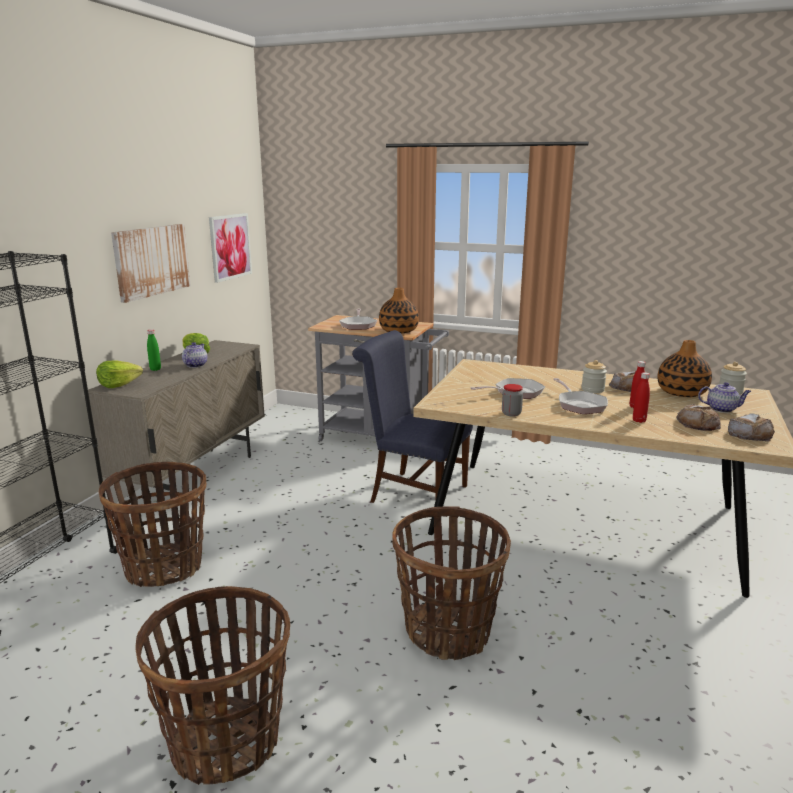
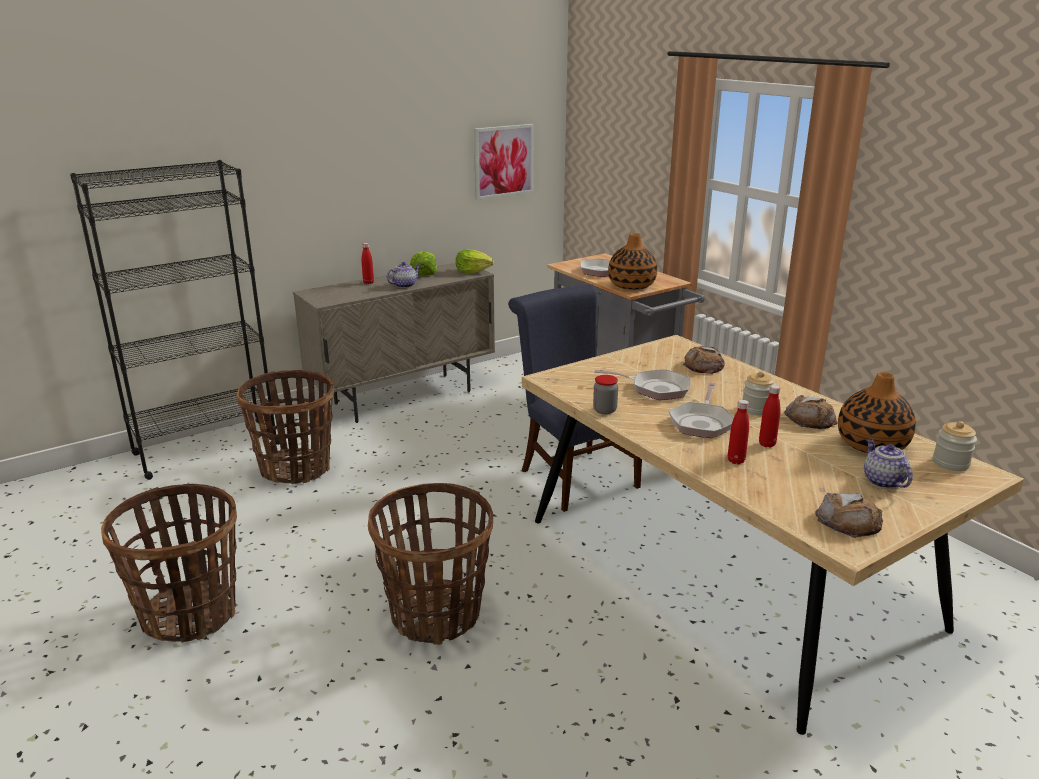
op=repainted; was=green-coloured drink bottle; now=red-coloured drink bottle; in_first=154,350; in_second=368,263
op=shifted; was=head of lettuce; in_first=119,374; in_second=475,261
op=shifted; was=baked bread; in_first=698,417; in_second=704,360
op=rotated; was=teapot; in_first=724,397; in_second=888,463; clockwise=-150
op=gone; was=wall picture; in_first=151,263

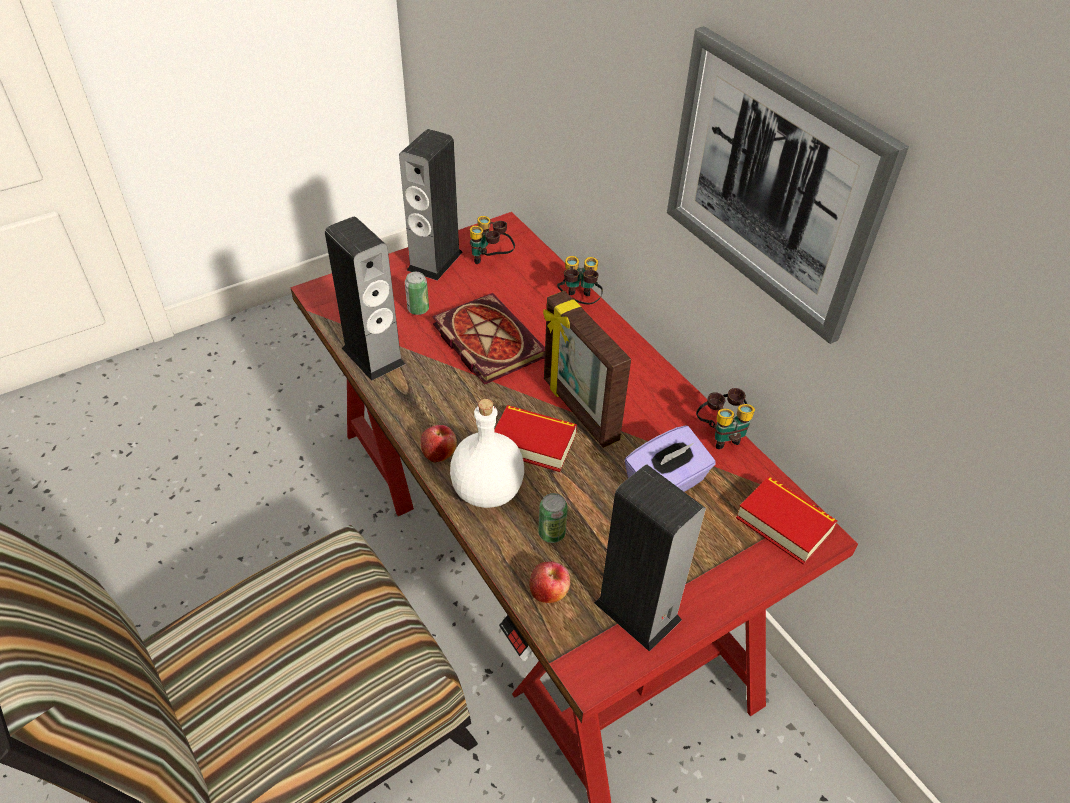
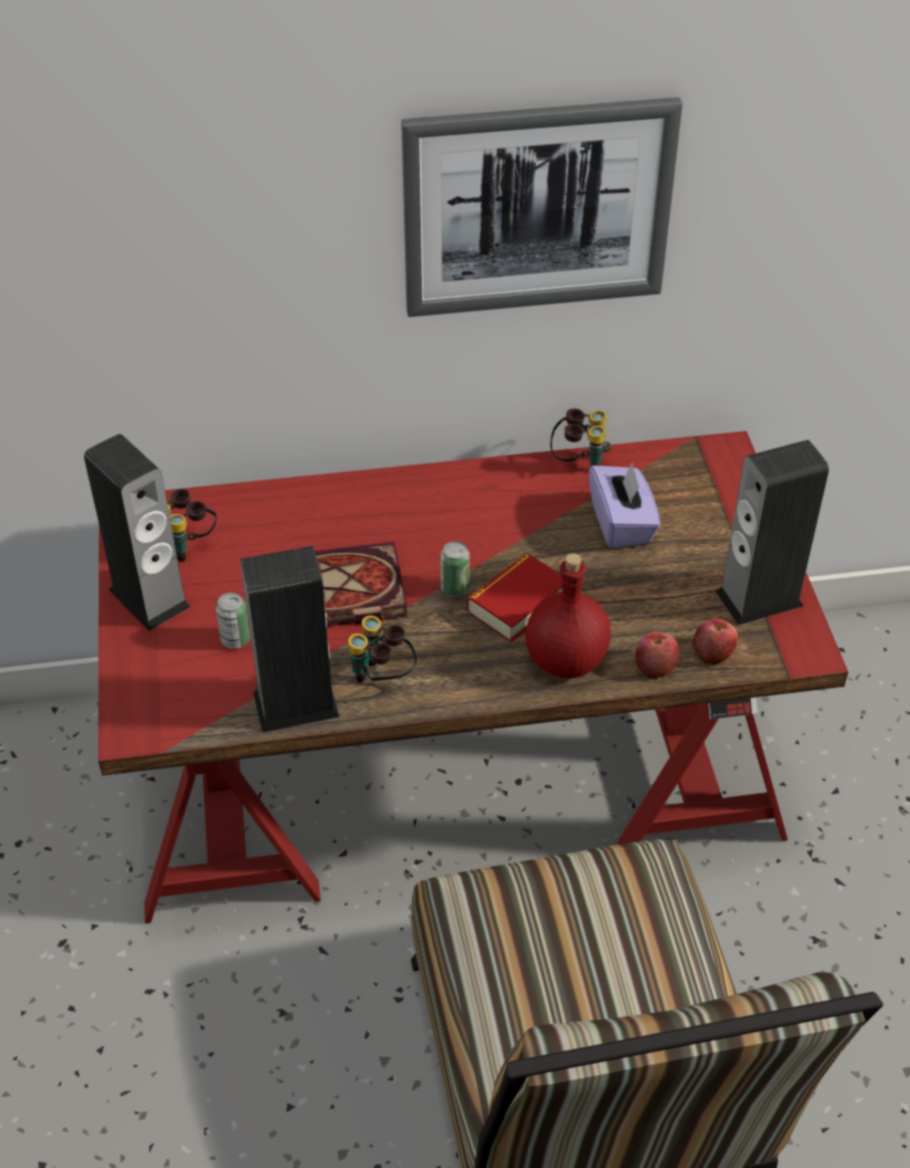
op=shifted; was=field glasses; in_first=580,280; in_second=382,649
op=shifted; was=can; in_first=553,518; in_second=455,568
op=repainted; was=whitish drink bottle; now=red-coloured drink bottle; in_first=487,453; in_second=568,615
op=shifted; was=whole apple; in_first=439,443; in_second=657,655
op=gone; was=photo frame; in_first=587,369
op=gone; was=volume; in_first=786,520

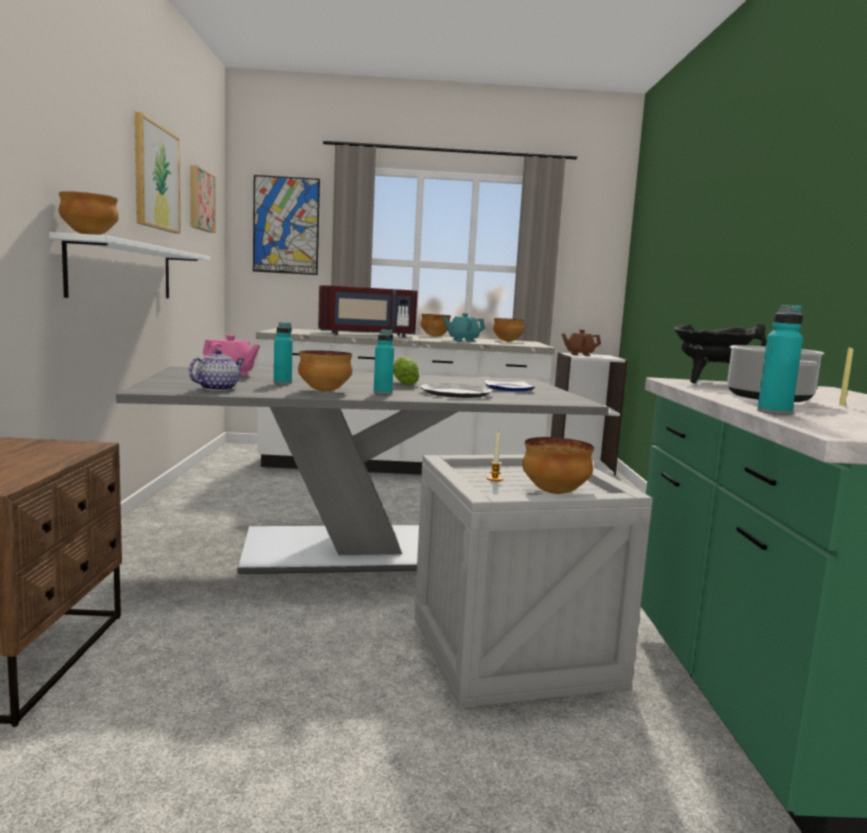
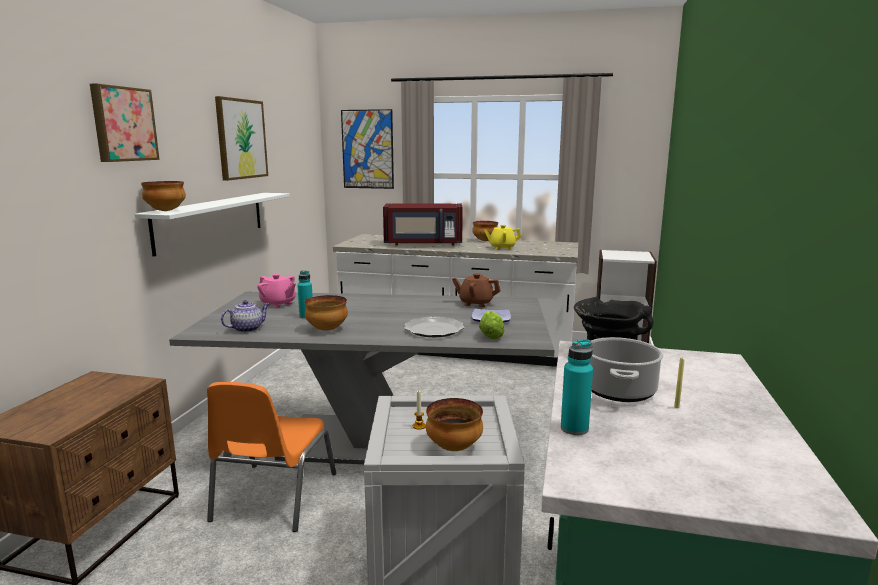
op=shifted; was=wall picture; in_first=203,199; in_second=125,122
op=new; now=orange chair; in_second=271,457
op=shifted; was=brownish teapot; in_first=581,343; in_second=476,290
op=shifted; was=head of lettuce; in_first=406,371; in_second=491,325
op=repainted; was=blue-green teapot; now=yellowish teapot; in_first=464,327; in_second=502,237
op=gone; was=blue-green drink bottle; in_first=384,361
op=gone; was=bowl; in_first=509,330

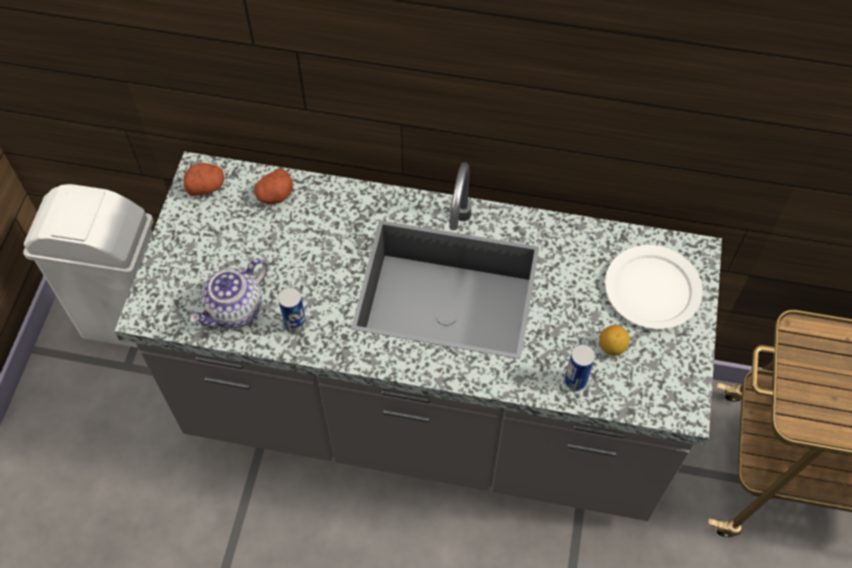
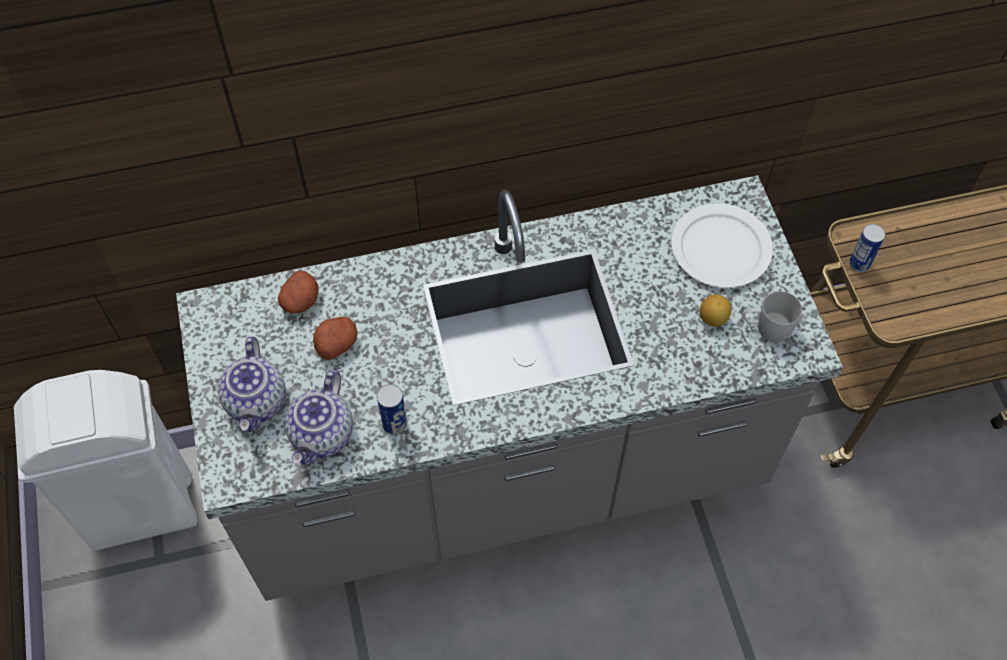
op=new; now=teapot; in_second=252,384
op=shifted; was=whole potato; in_first=204,179; in_second=335,338
op=new; now=whitish coffee mug; in_second=772,316
op=shifted; was=can; in_first=580,367; in_second=867,248

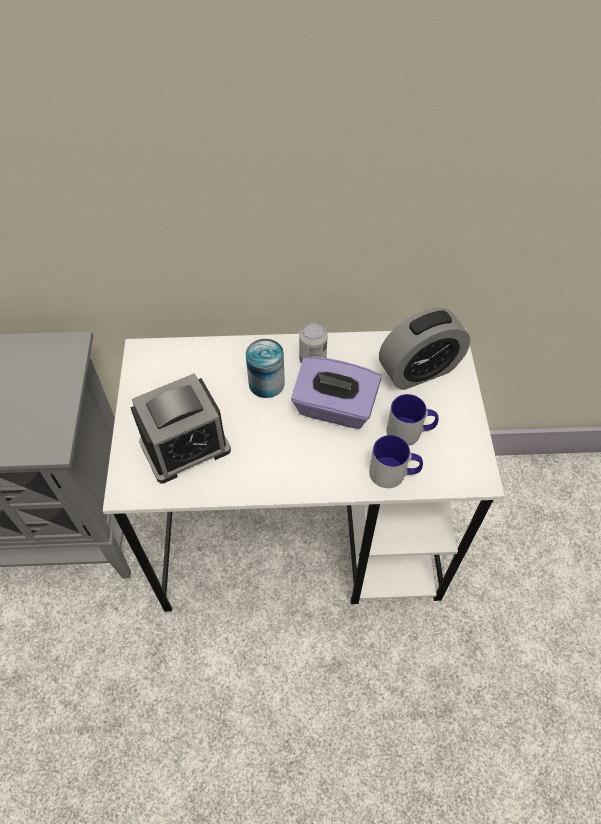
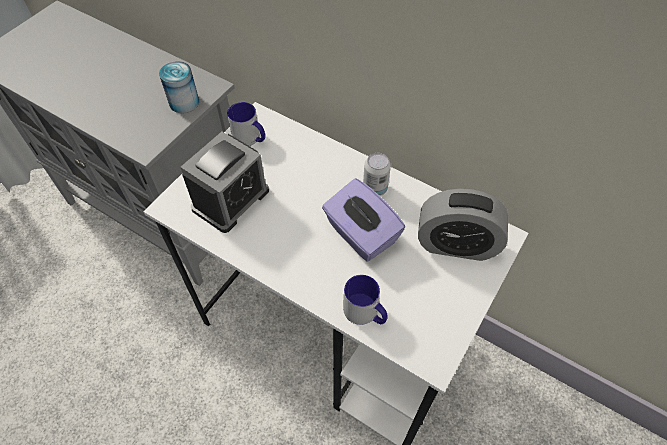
op=shifted; was=can; in_first=265,368; in_second=179,87
op=rotated; was=table clock; in_first=180,428; in_second=224,182; clockwise=-60
op=shifted; was=coffee mug; in_first=412,420; in_second=246,124

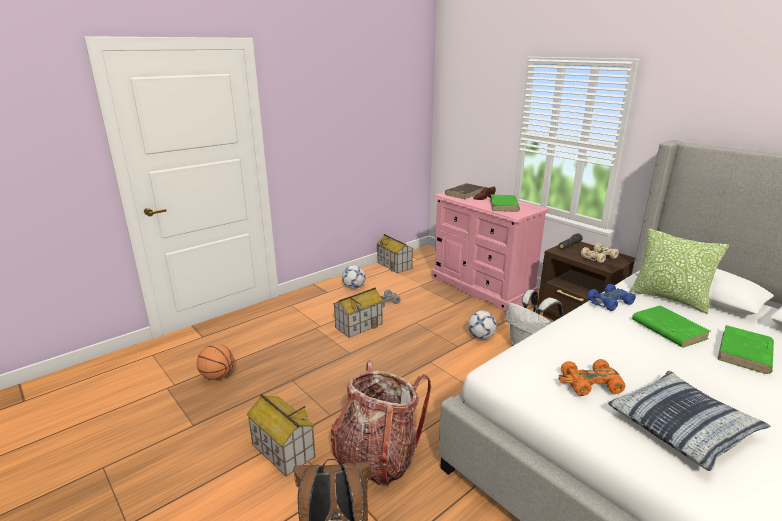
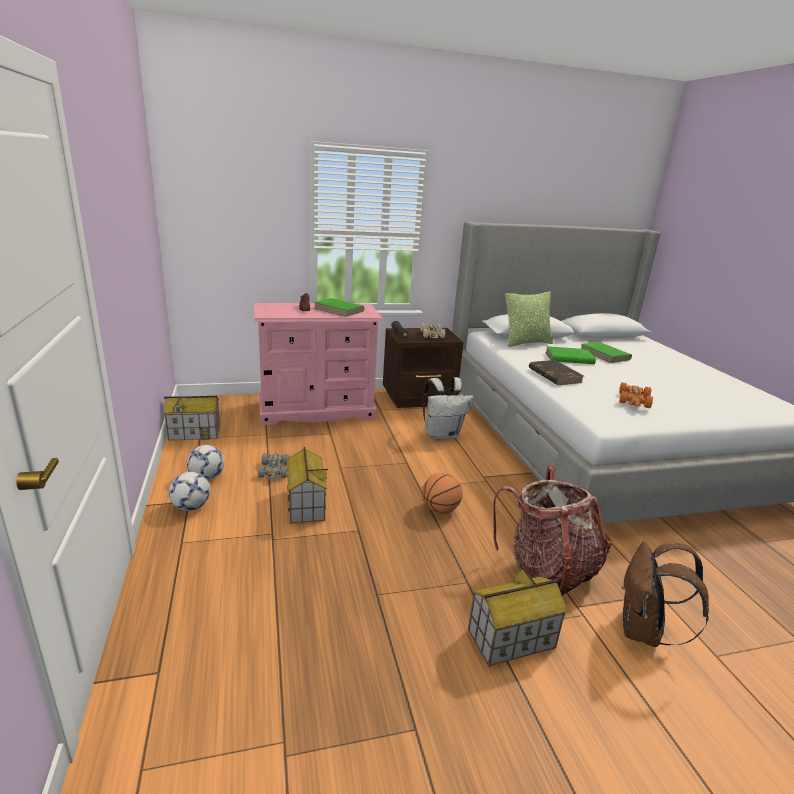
op=shifted; was=ball for football; in_first=482,324; in_second=189,491
op=shifted; was=basketball ball; in_first=215,362; in_second=442,493
op=shifted; was=brownish volume; in_first=464,191; in_second=556,372
op=gone; was=bluish model car; in_first=611,297
op=gone; was=throw pillow; in_first=689,421

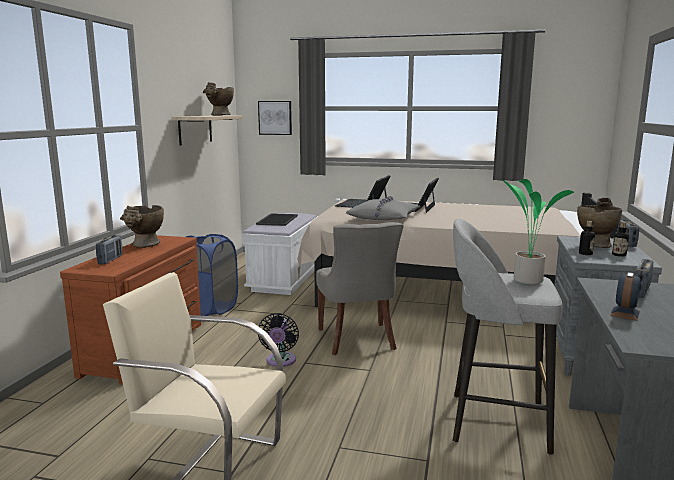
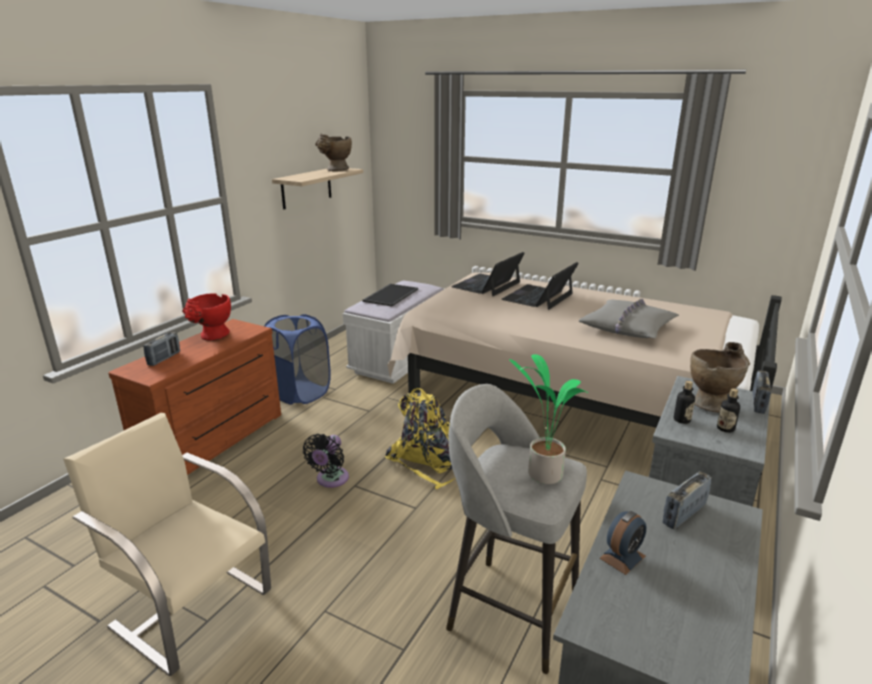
op=repainted; was=sand-coloured flower vase; now=red-coloured flower vase; in_first=142,226; in_second=206,317
op=swapped; was=greyish chair; now=yellowish rucksack; in_first=360,288; in_second=420,438
op=shifted; was=greyish throw pillow; in_first=383,208; in_second=629,318
op=gone; was=wall picture; in_first=275,118

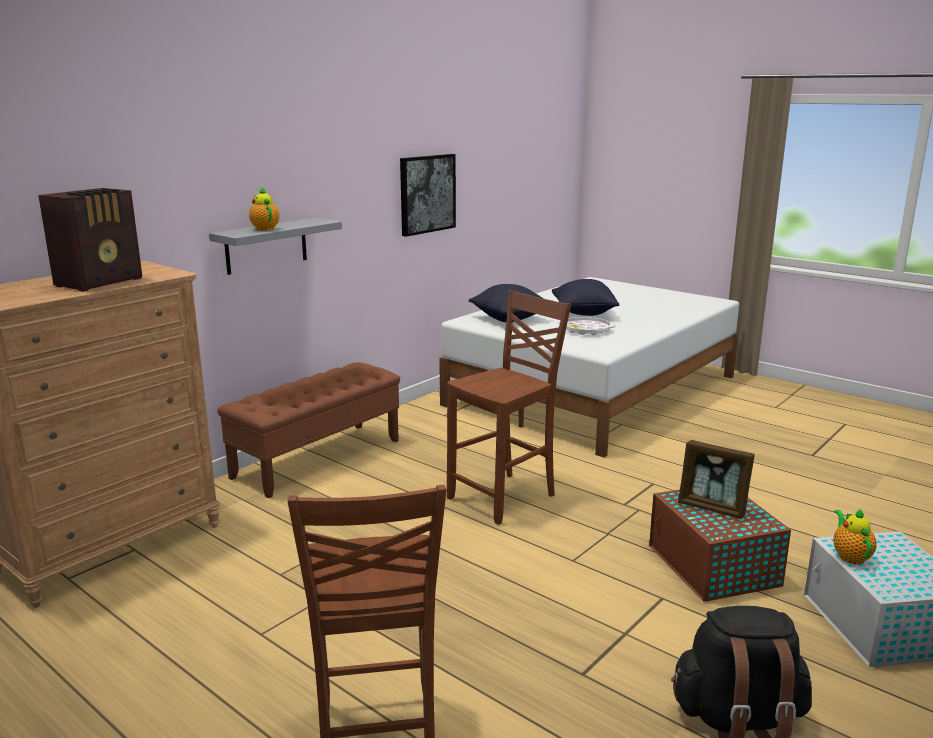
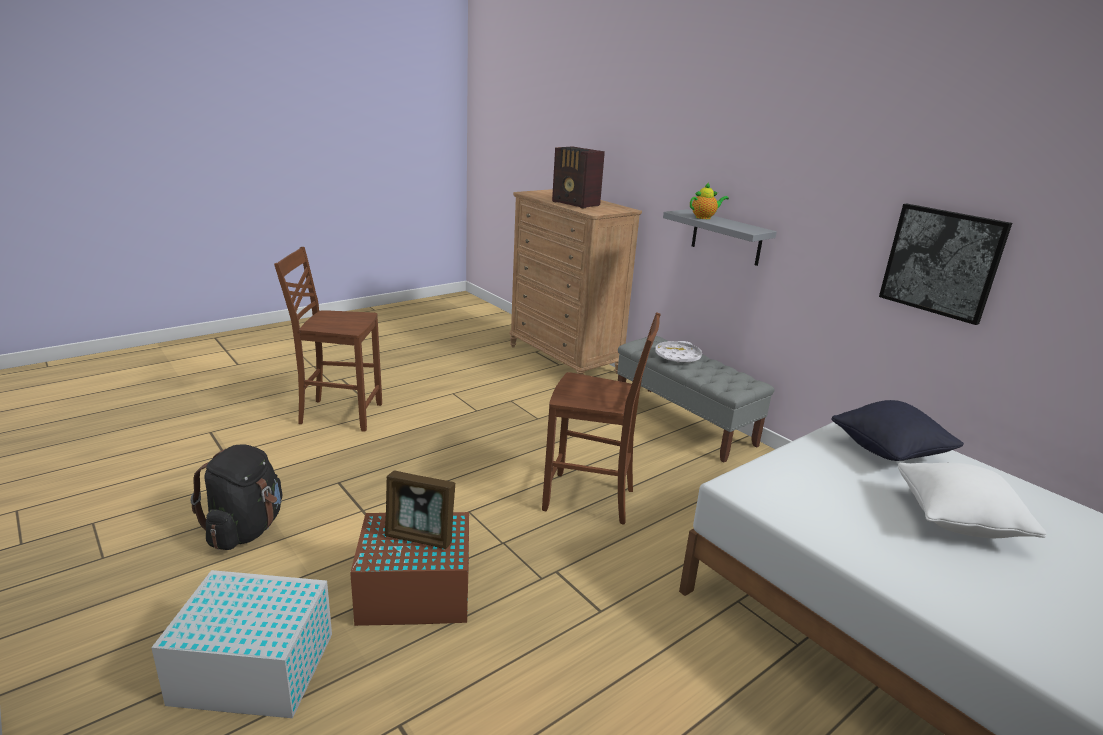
op=rotated; was=photo frame; in_first=716,479; in_second=420,509; clockwise=-120
op=rotated; was=brownish chair; in_first=509,407; in_second=601,419; clockwise=-45
op=repainted; was=brownish long seat; now=greyish long seat; in_first=308,430; in_second=696,399
op=shifted; was=whitish serving tray; in_first=587,326; in_second=678,352
op=repainted; was=black throw pillow; now=whitish throw pillow; in_first=585,297; in_second=972,500
op=gone; was=teapot; in_first=855,537

